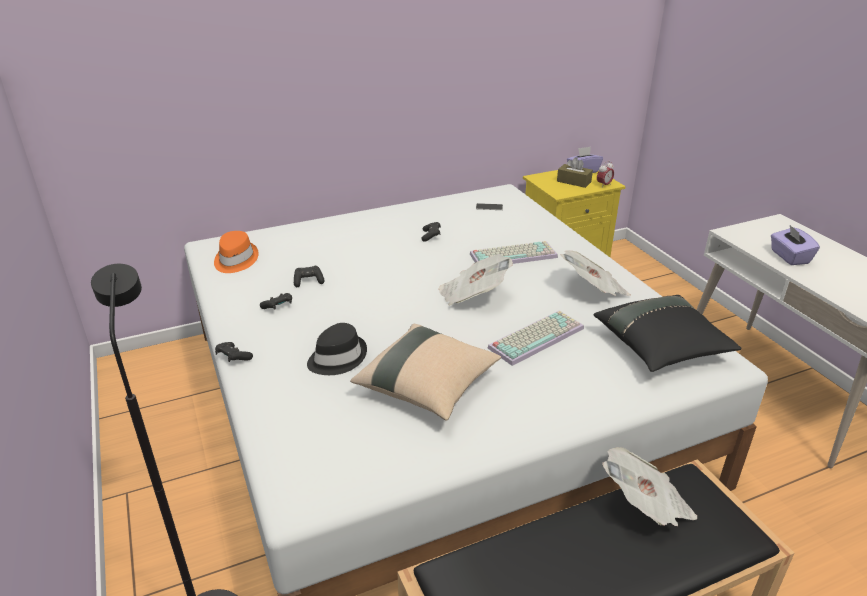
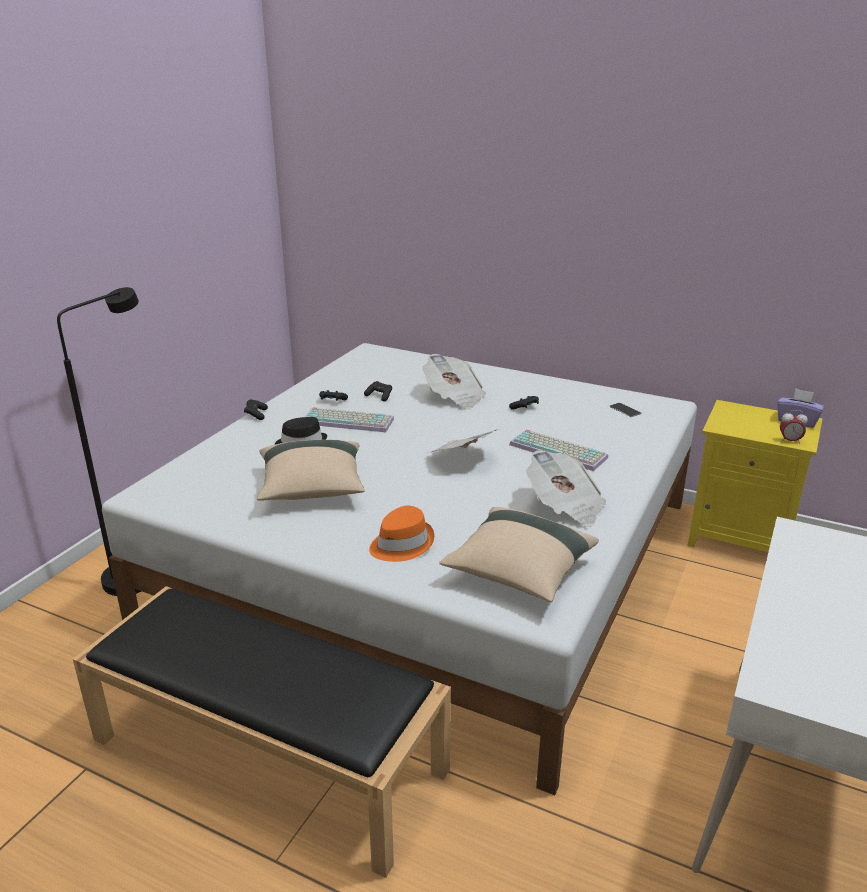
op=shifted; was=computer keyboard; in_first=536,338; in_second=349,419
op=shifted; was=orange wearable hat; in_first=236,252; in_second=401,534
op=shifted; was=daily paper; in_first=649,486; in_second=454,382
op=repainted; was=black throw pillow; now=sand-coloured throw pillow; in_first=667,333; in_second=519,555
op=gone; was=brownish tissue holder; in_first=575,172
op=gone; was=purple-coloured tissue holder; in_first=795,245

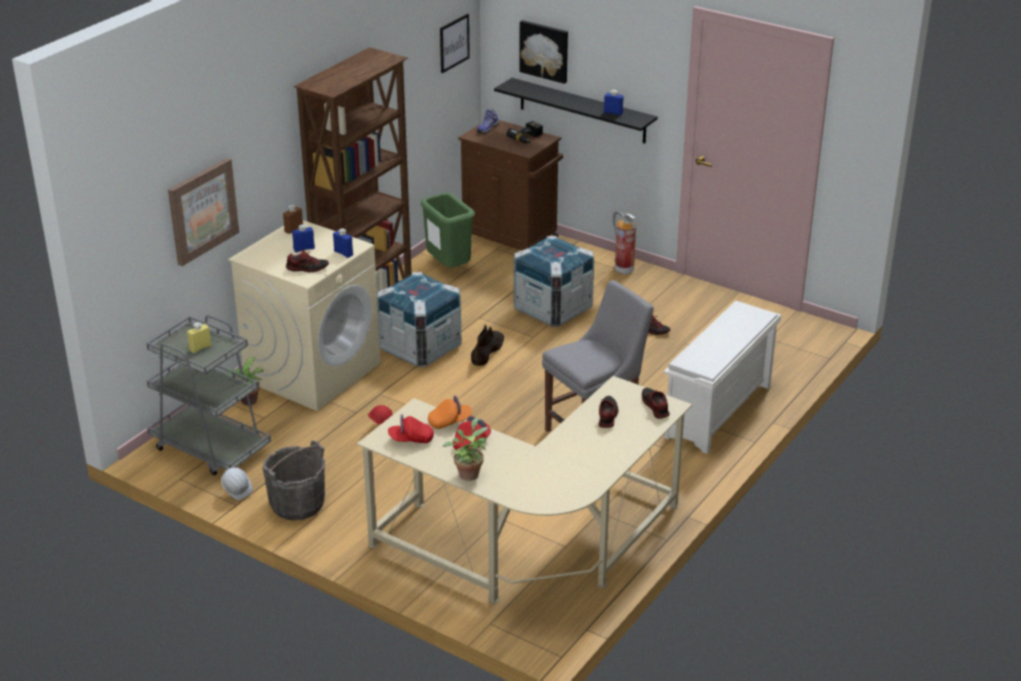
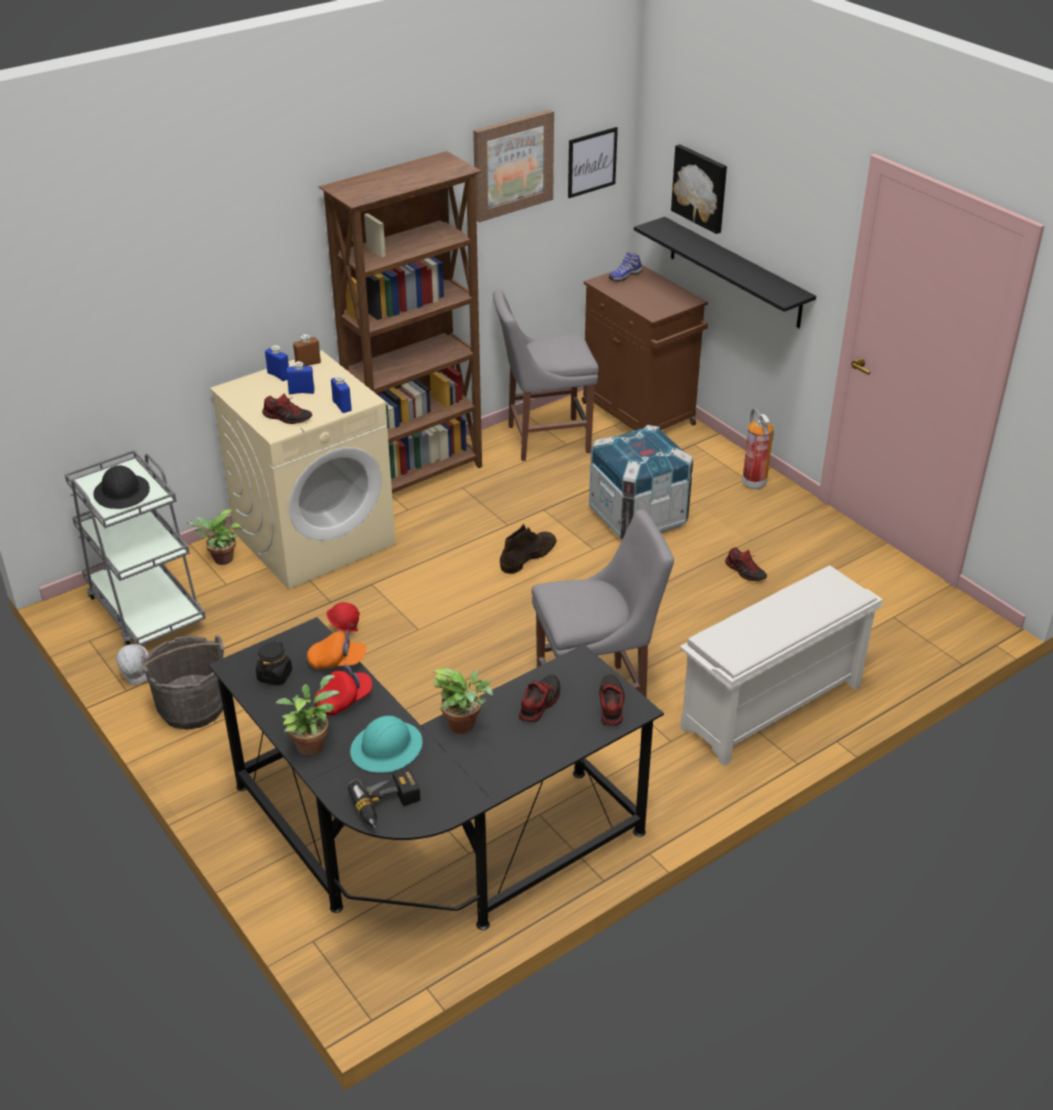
op=swapped; was=yellowish drink bottle; now=black work helmet; in_first=199,337; in_second=121,487
op=repainted; was=sand-coloured desk table; now=black desk table; in_first=524,490; in_second=436,773
op=swapped; was=red-coloured baseball cap; now=black jar; in_first=411,428; in_second=274,663
op=shifted; was=bluish drink bottle; in_first=614,103; in_second=277,363
op=shifted; was=drill; in_first=524,132; in_second=384,798
op=new; now=blue-green work helmet; in_second=386,744
op=new; now=plant in a pot; in_second=463,701
op=shifted; was=wall picture; in_first=203,212; in_second=513,166
op=swapped; was=green-coloured rubbish bin; now=greyish chair; in_first=448,230; in_second=546,375
op=gone; was=crate; in_first=419,319

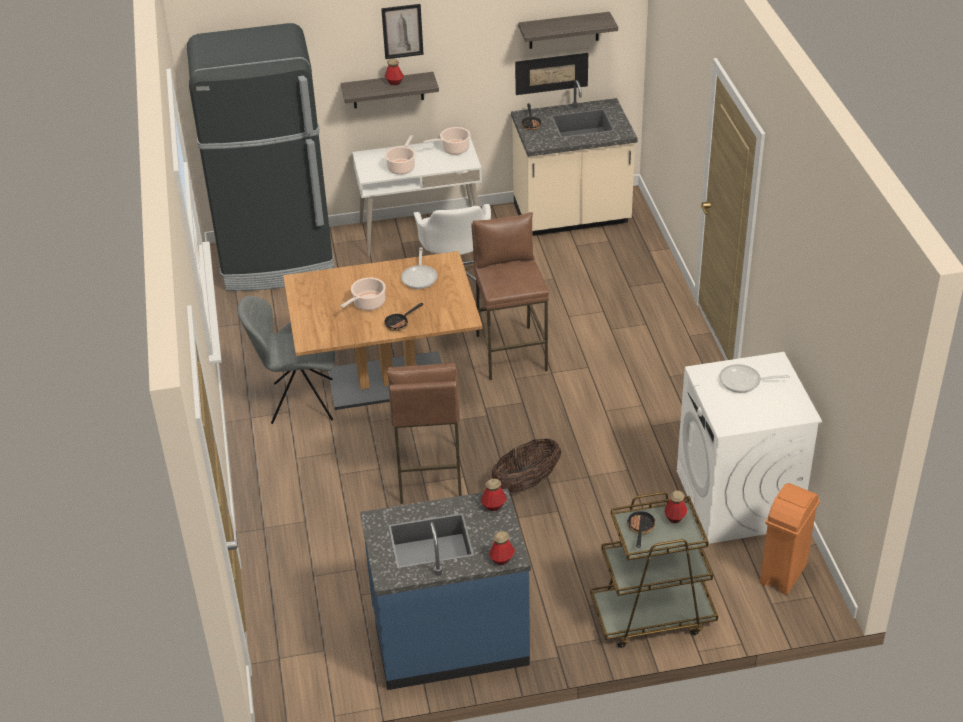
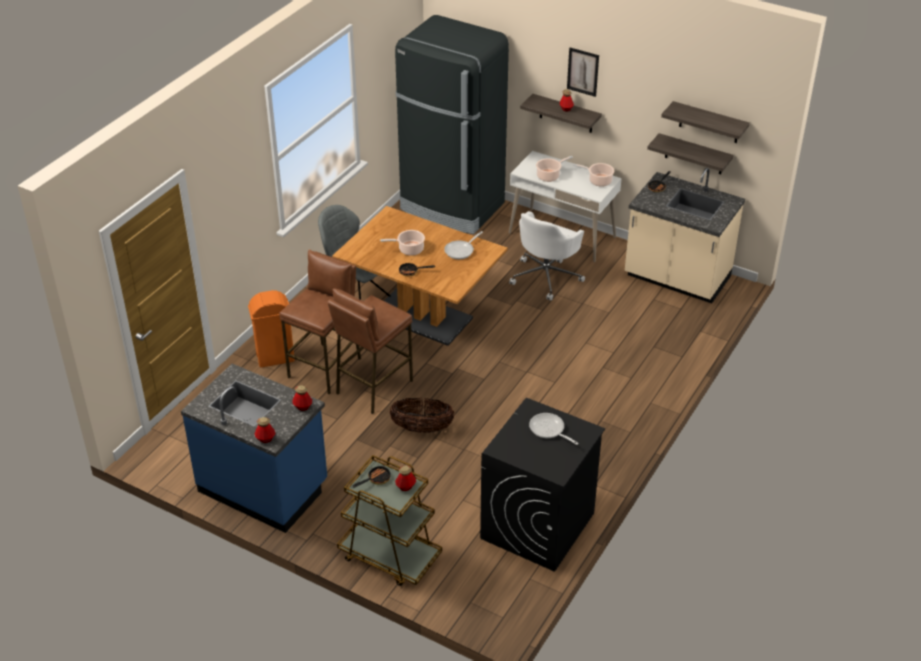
op=shifted; was=orange rubbish bin; in_first=790,538; in_second=271,329
op=shifted; was=brownish sitting stool; in_first=510,296; in_second=320,322
op=repainted; was=whitish laundry appliance; now=black laundry appliance; in_first=749,448; in_second=542,485
op=swapped; was=wall picture; now=bracket shelf; in_first=551,74; in_second=690,153

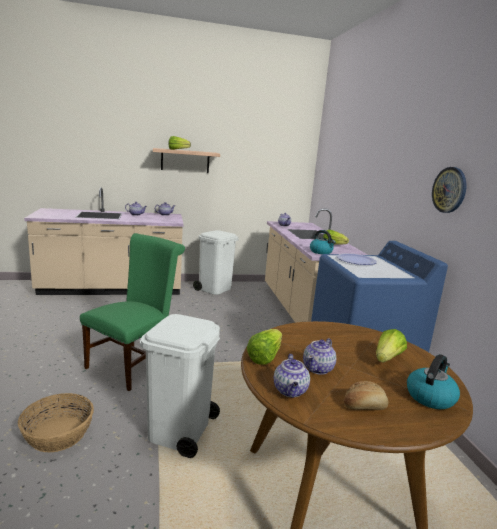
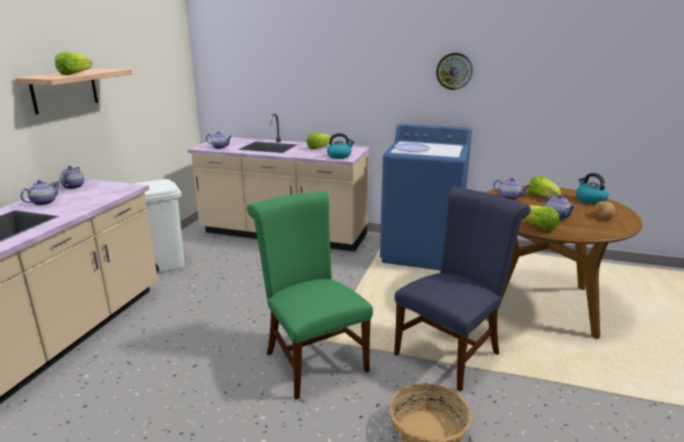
op=swapped; was=whitish rubbish bin; now=bluish chair; in_first=180,386; in_second=462,289
op=shifted; was=teapot; in_first=292,376; in_second=511,189

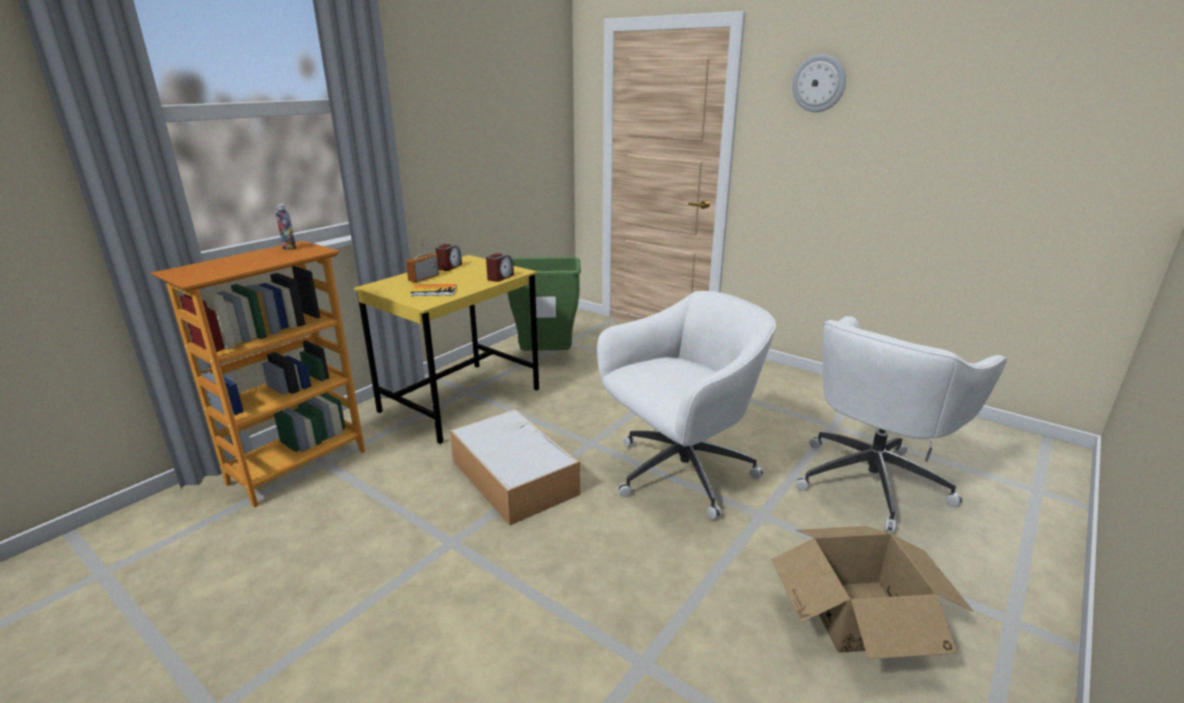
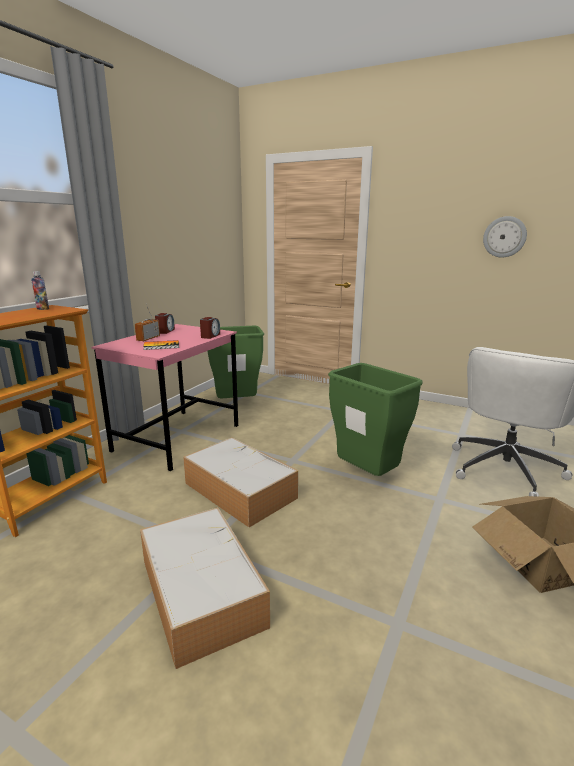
op=repainted; was=yellowish desk table; now=pinkish desk table; in_first=446,349; in_second=165,397
op=new; now=storage container; in_second=205,588
op=swapped; was=whitish desk chair; now=green-coloured rubbish bin; in_first=686,405; in_second=375,419
op=shifted; was=wall clock; in_first=819,83; in_second=505,236

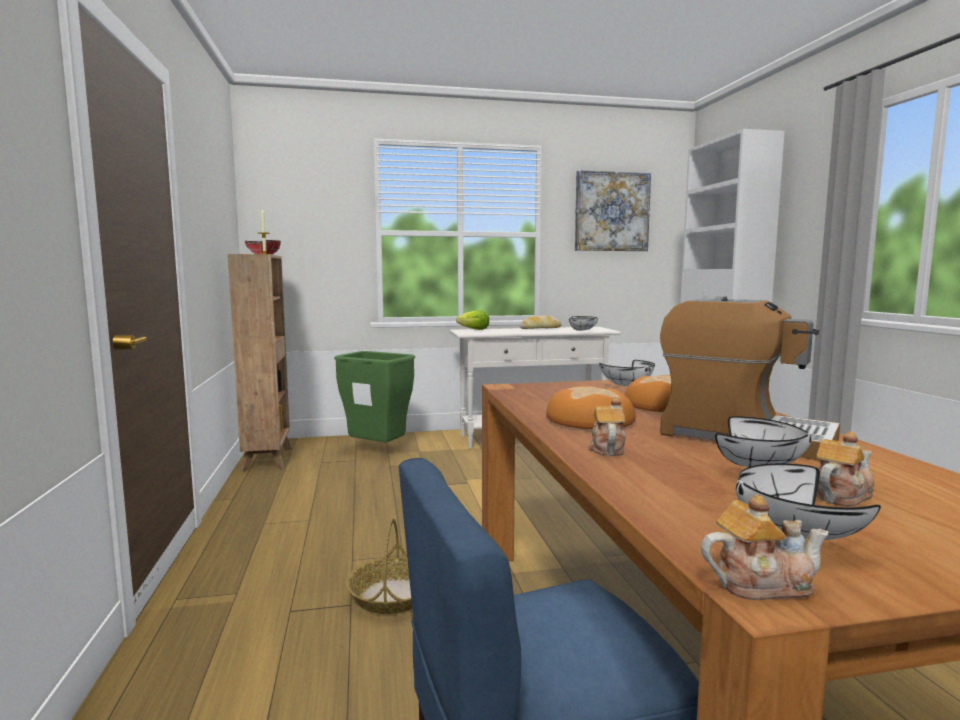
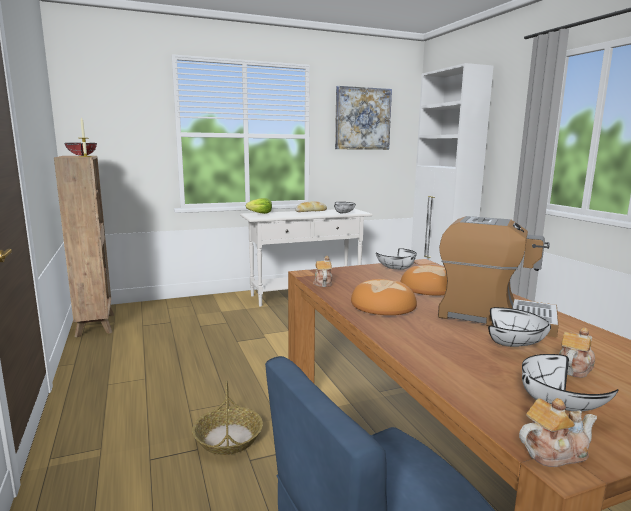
op=shifted; was=teapot; in_first=607,426; in_second=322,271
op=gone; was=green-coloured rubbish bin; in_first=374,397

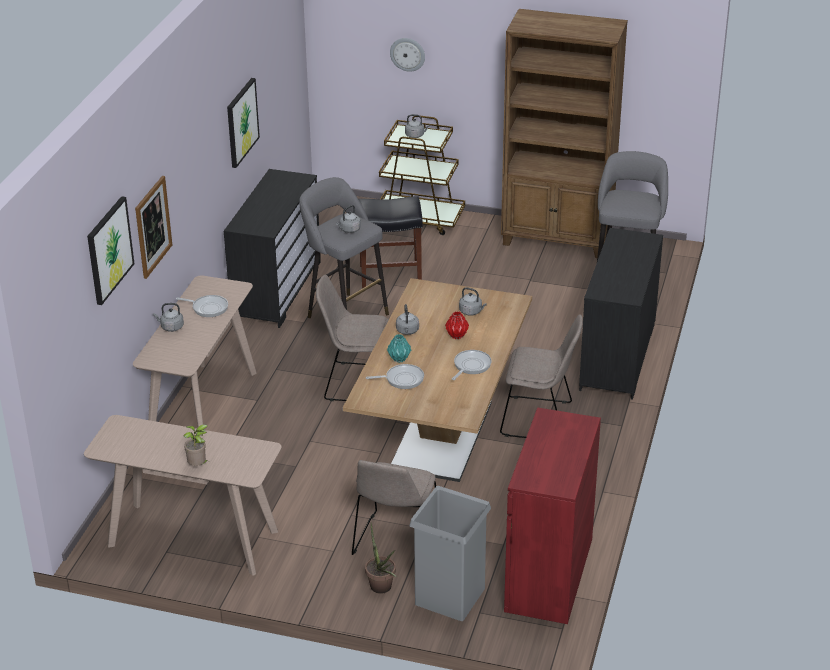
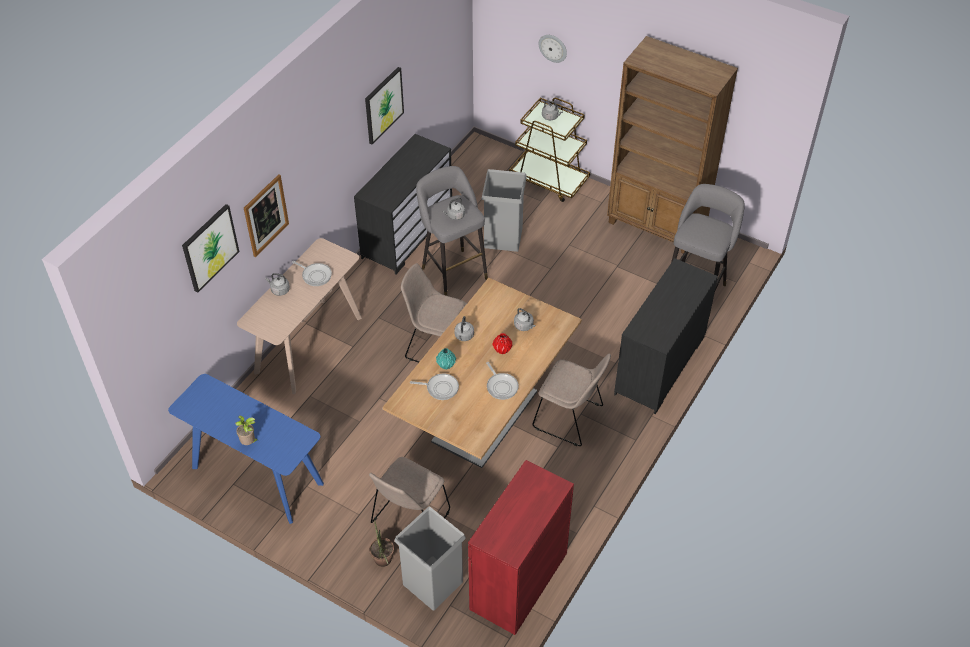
op=repainted; was=sand-coloured hall table; now=bluish hall table; in_first=183,495; in_second=246,449
op=swapped; was=black sitting stool; now=greyish rubbish bin; in_first=391,242; in_second=504,210
op=rotated; was=frying pan; in_first=472,365; in_second=502,381; clockwise=105

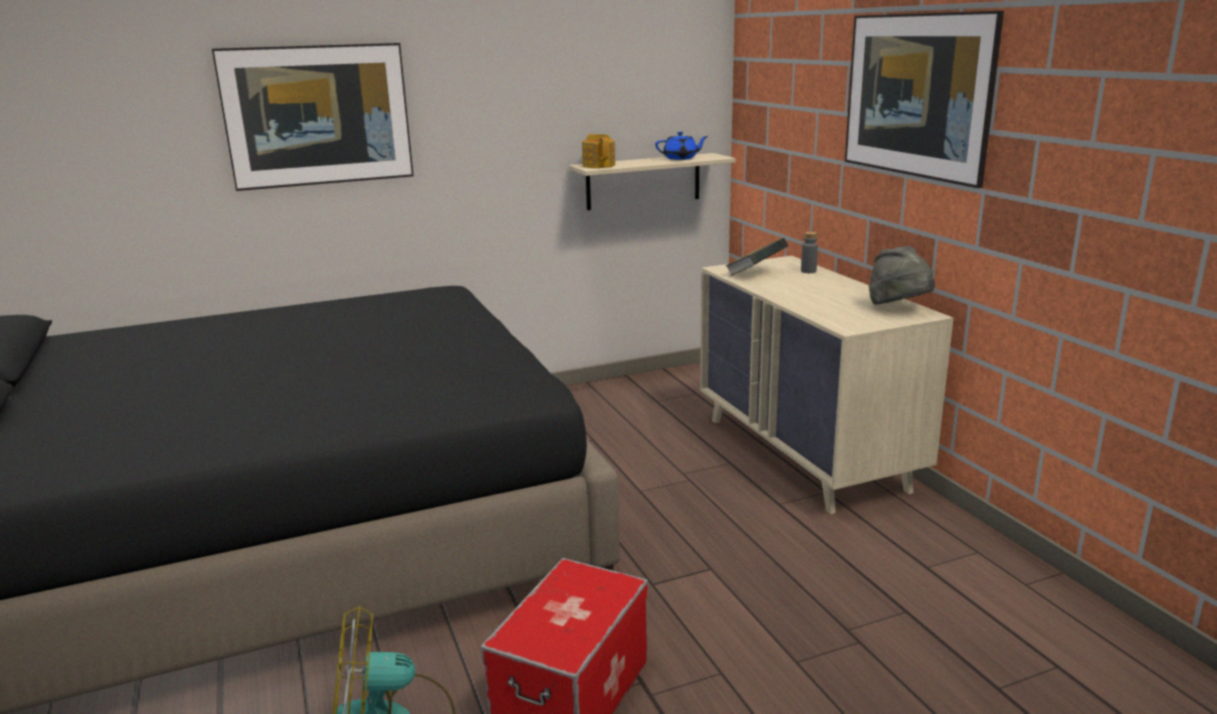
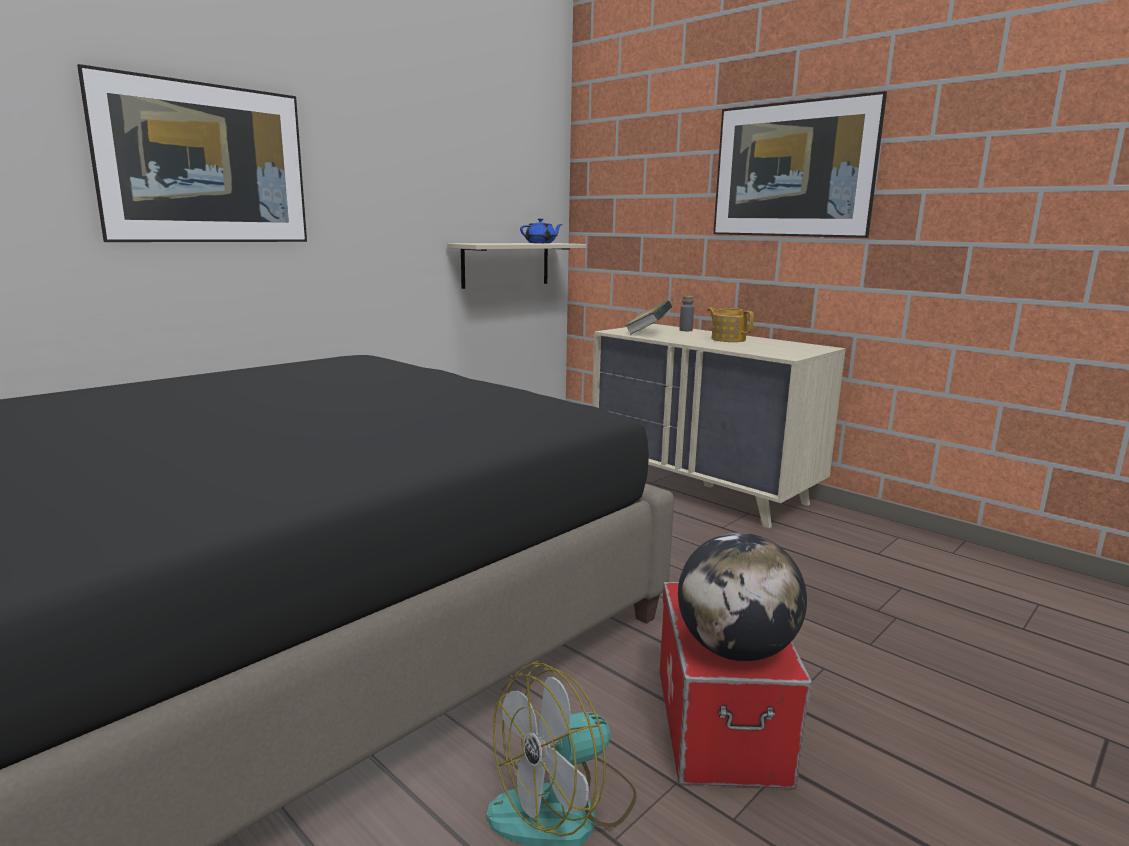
op=new; now=globe; in_second=742,597
op=shifted; was=teapot; in_first=598,151; in_second=730,324
op=gone; was=greyish wearable hat; in_first=902,275

